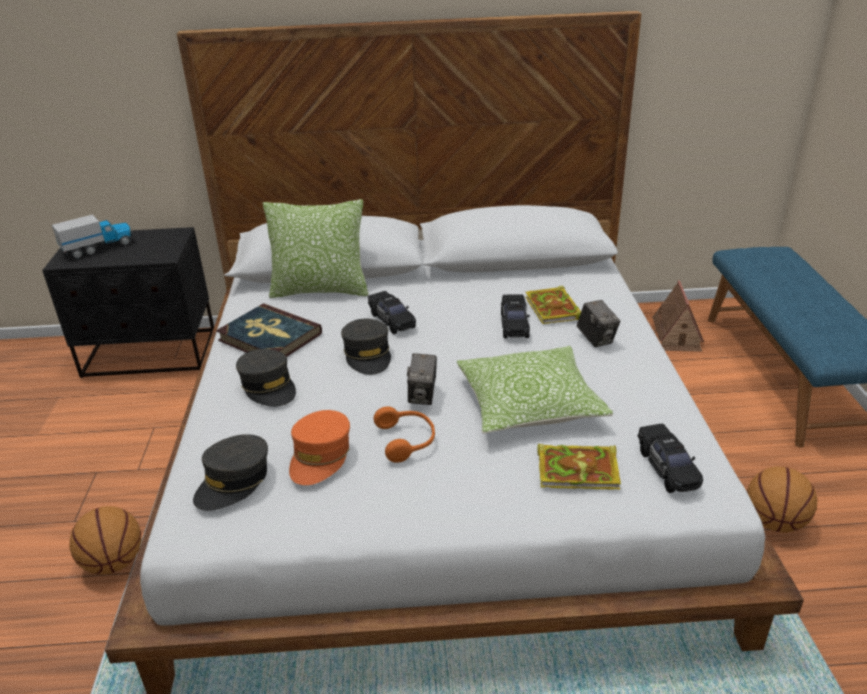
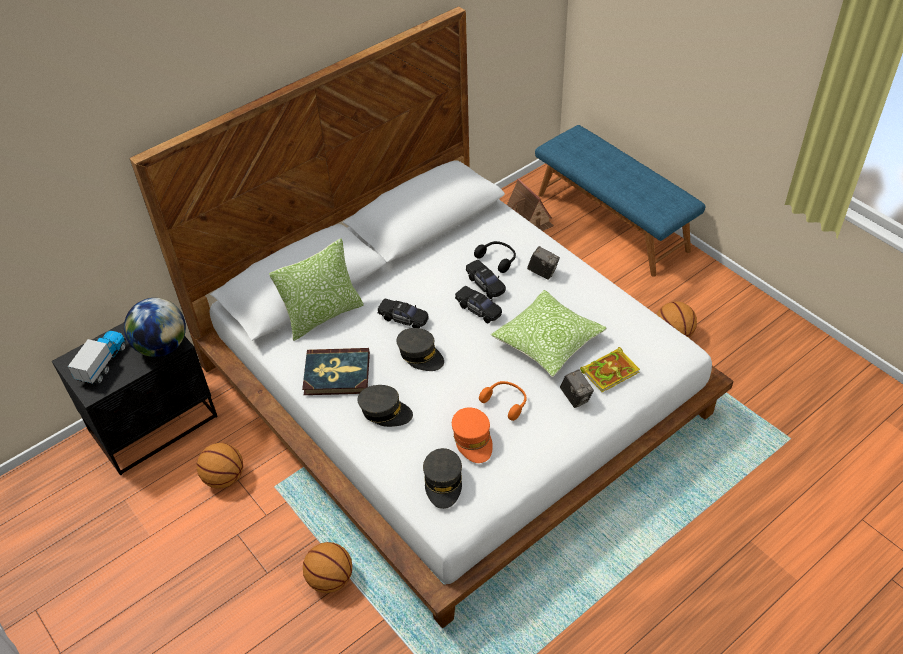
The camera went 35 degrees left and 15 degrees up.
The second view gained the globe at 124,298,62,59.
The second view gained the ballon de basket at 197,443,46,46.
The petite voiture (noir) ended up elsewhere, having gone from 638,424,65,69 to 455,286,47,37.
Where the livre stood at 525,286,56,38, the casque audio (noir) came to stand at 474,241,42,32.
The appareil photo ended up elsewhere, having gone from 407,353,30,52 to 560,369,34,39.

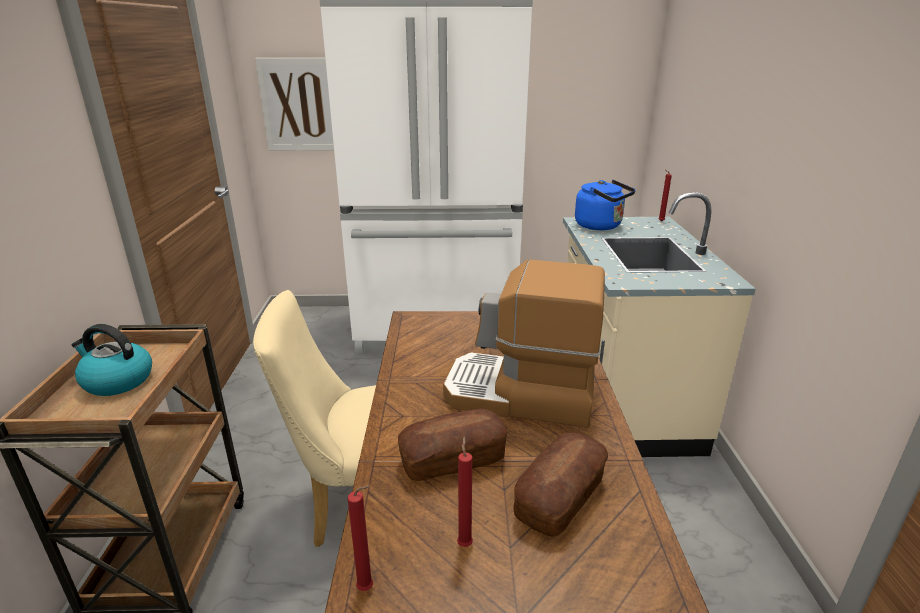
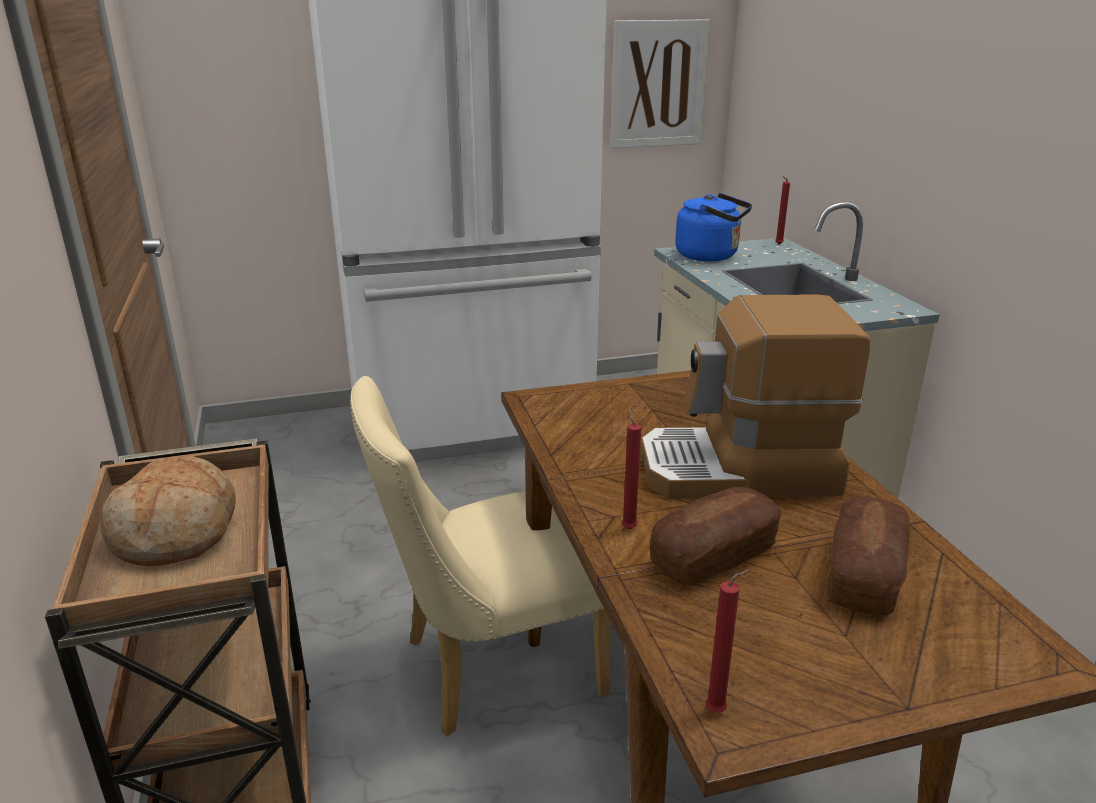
The camera went 15 degrees left and 0 degrees up.
Where the bouilloire stood at 71,324,81,72, the pain came to stand at 101,456,135,110.
The tableau ended up elsewhere, having gone from 255,58,79,93 to 610,19,100,130.
The bougie (rouge) ended up elsewhere, having gone from 457,437,16,110 to 621,408,20,121.

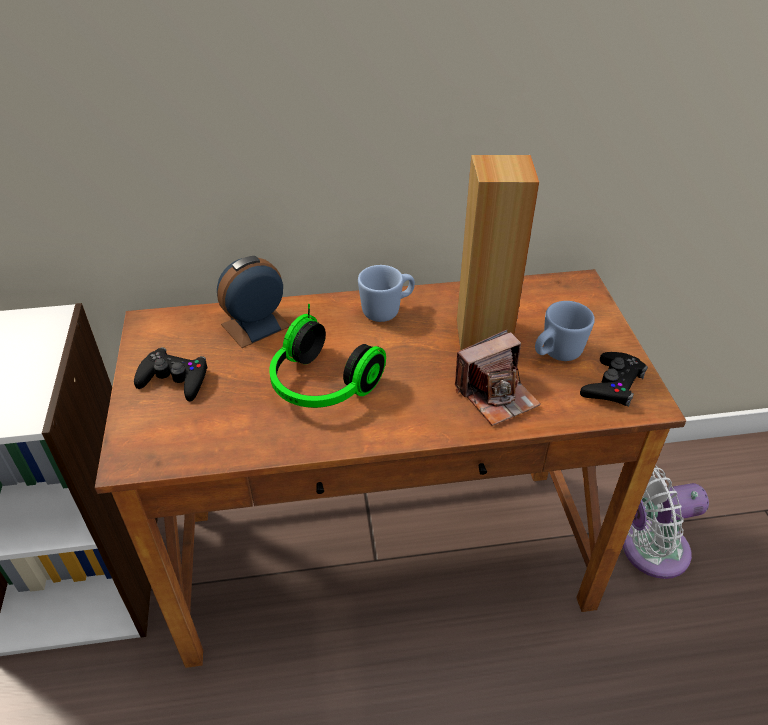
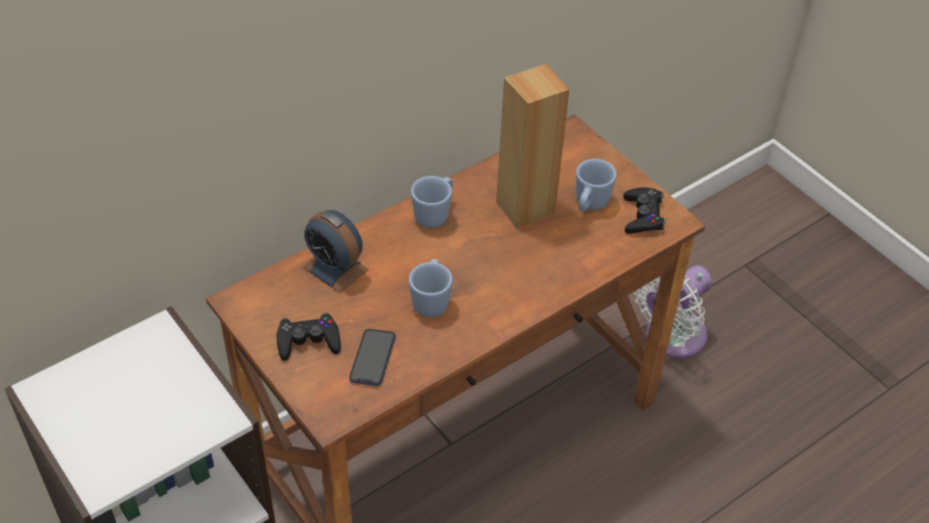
The camera went 30 degrees left and 5 degrees up.
The réveil at 217,256,73,92 ended up facing another way, 75 degrees counterclockwise from before.
The second view gained the téléphone at 349,329,47,57.
Where the casque audio stood at 269,304,117,104, the mug (bleu) came to stand at 409,259,44,58.
The second view lost the appareil photo at 455,330,86,96.

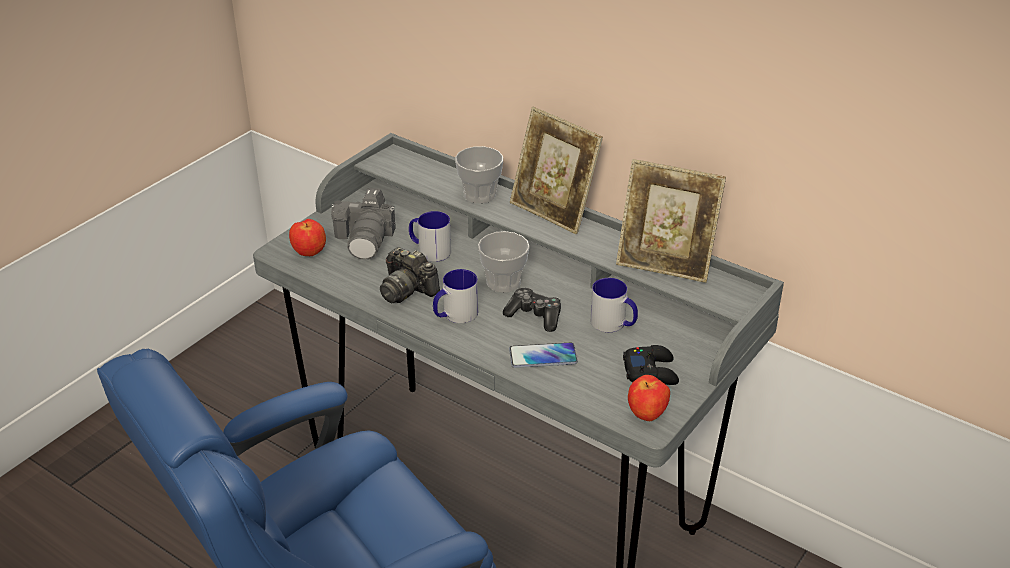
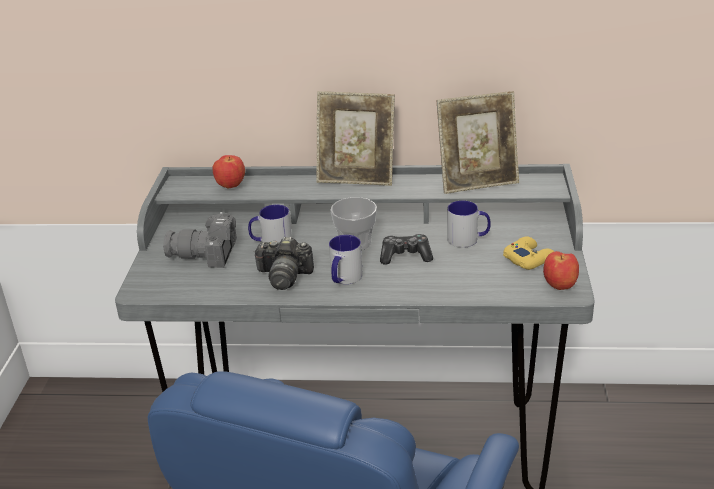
The camera went 30 degrees left and 5 degrees down.
The appareil photo at 331,188,65,71 ended up facing another way, 120 degrees clockwise from before.
The pomme ended up elsewhere, having gone from 289,219,37,37 to 213,155,32,34.
What was the manette (noir) at 623,345,56,40 turned into the manette (jaune) at 503,236,51,34.
The second view lost the tasse at 455,146,48,58.
The second view lost the téléphone at 509,342,69,26.

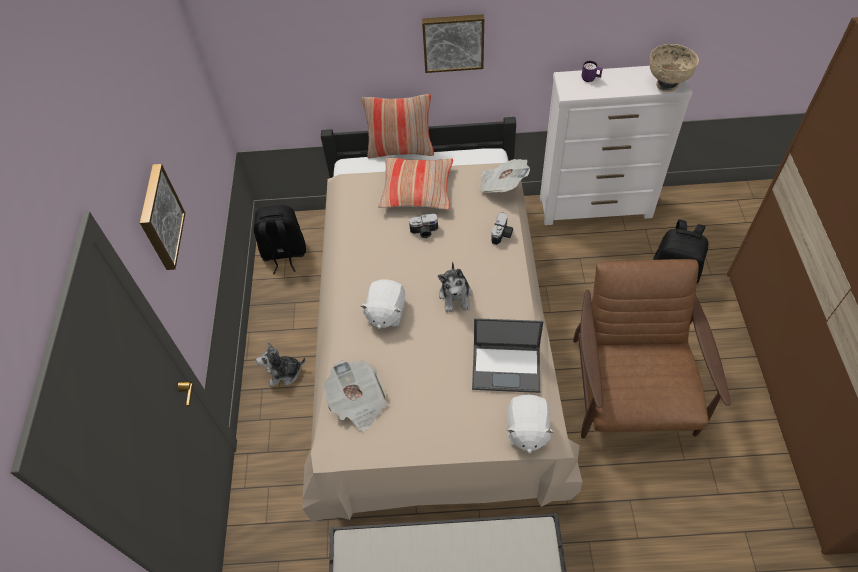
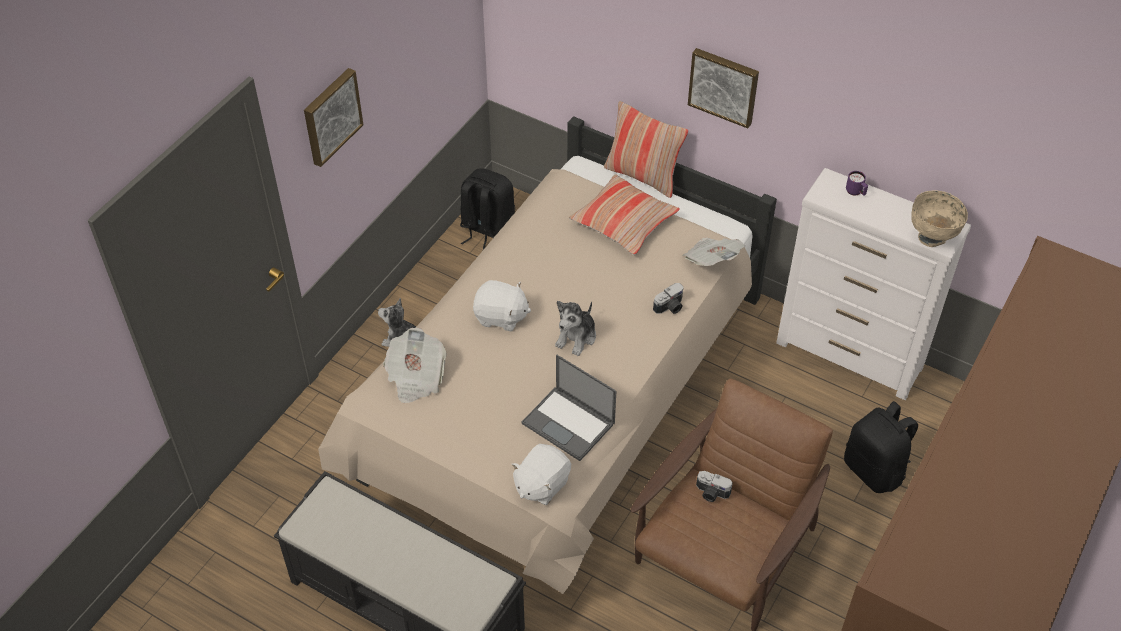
The camera went 30 degrees right and 5 degrees down.
The peluche (blanc) at 360,279,45,50 ended up facing another way, 120 degrees counterclockwise from before.
The appareil photo ended up elsewhere, having gone from 409,213,29,25 to 696,471,37,31.

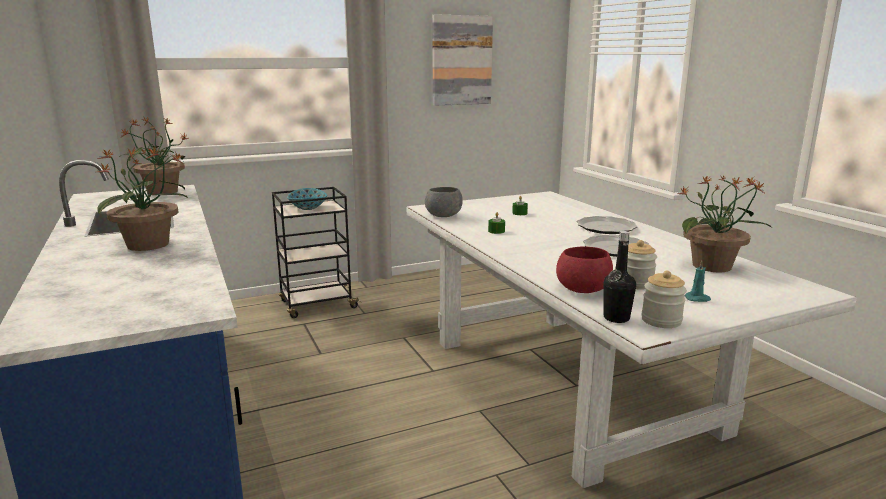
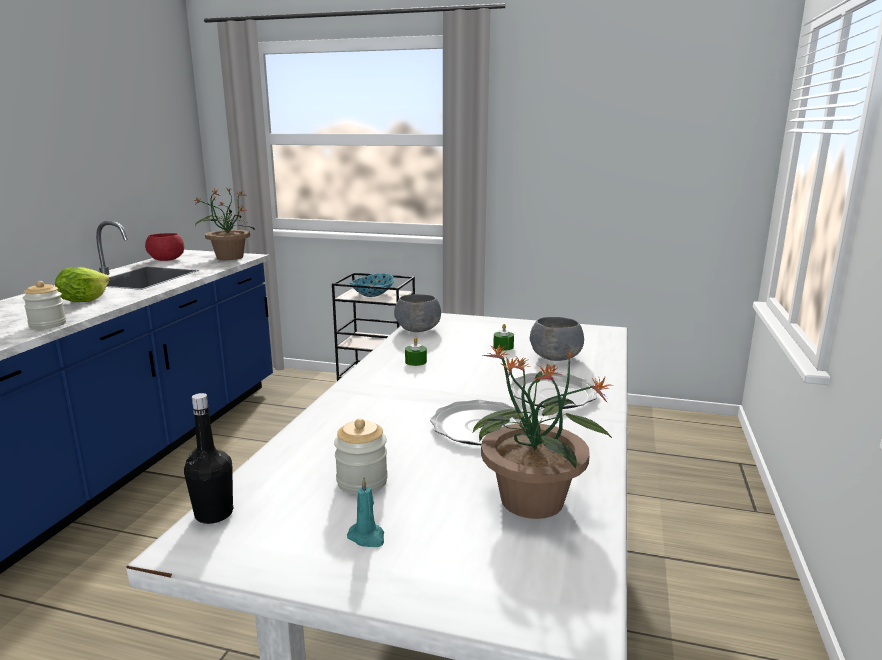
The camera went 40 degrees right and 0 degrees up.
The bocal ended up elsewhere, having gone from 642,270,45,58 to 23,281,43,48.
Where the plante en pot stood at 97,148,91,103, the laitue came to stand at 55,267,55,35.
The bol (rouge) ended up elsewhere, having gone from 556,246,57,47 to 145,233,39,28.
The second view gained the bol (gris) at 530,317,54,44.
The second view lost the tableau at 432,14,61,92.

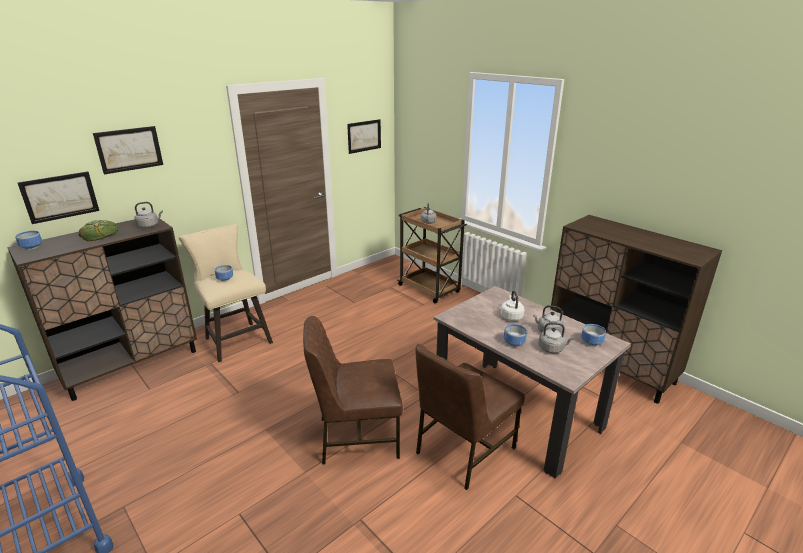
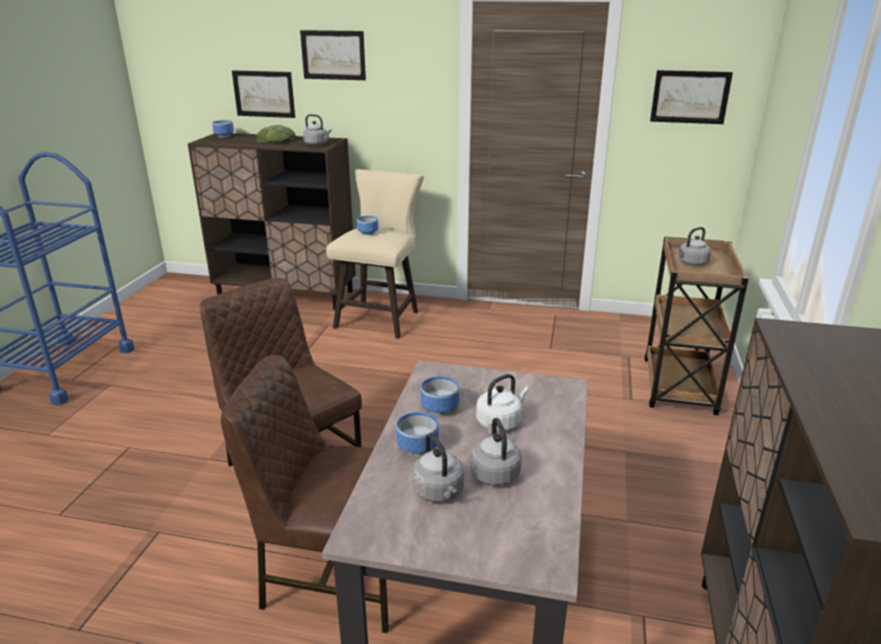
The camera went 55 degrees right and 0 degrees up.
The bol ended up elsewhere, having gone from 581,324,25,22 to 421,376,38,39.

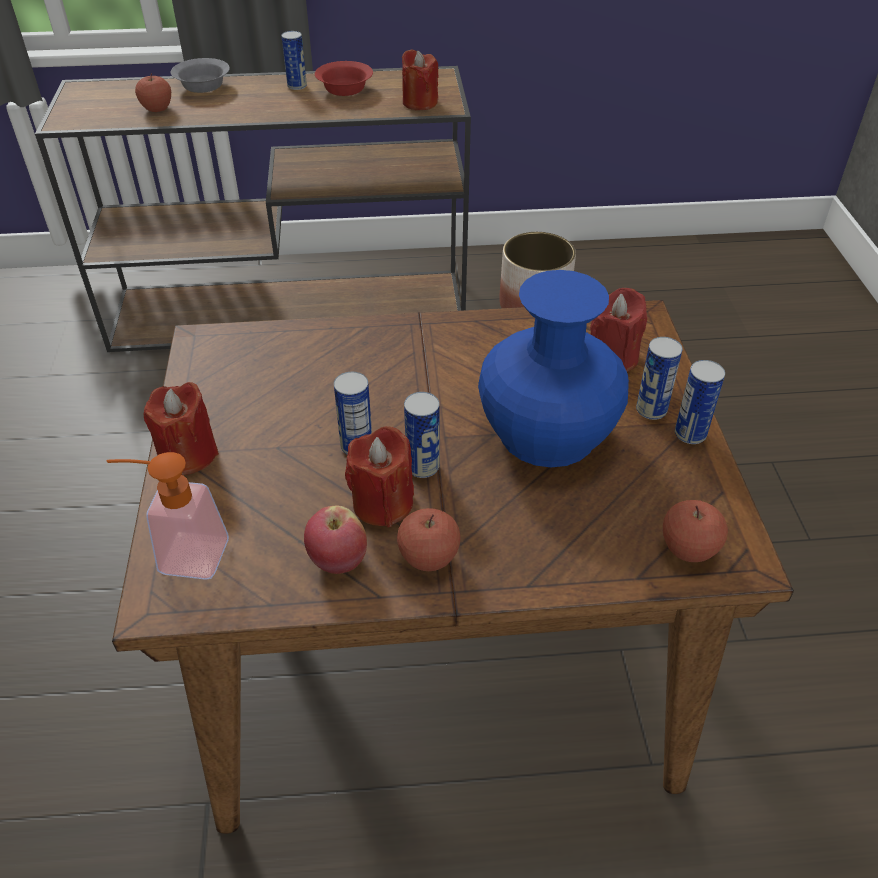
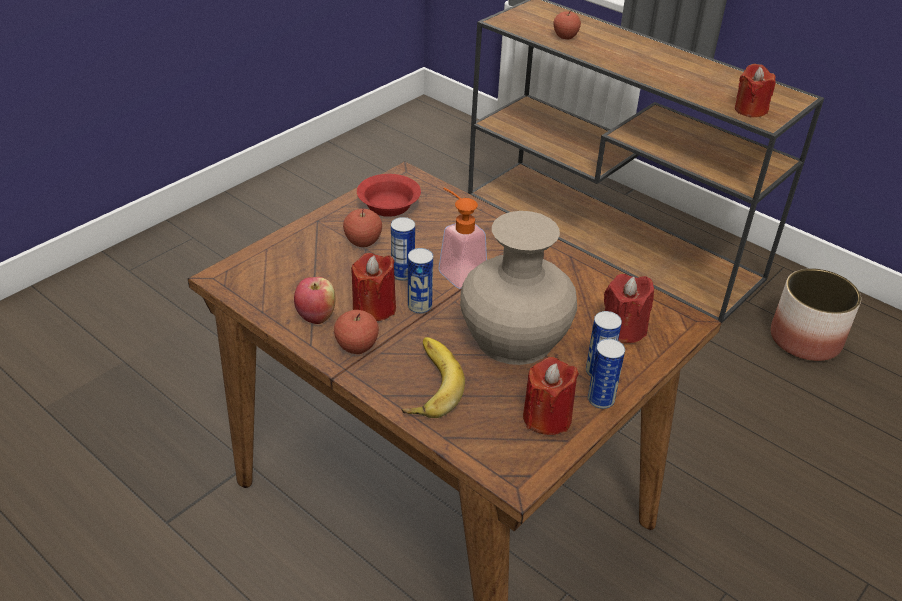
The camera went 45 degrees right and 5 degrees down.
The pomme ended up elsewhere, having gone from 663,500,65,62 to 343,209,39,38.
The bol (rouge) ended up elsewhere, having gone from 315,61,58,35 to 357,174,64,43.
The second view gained the banane at 401,337,64,81.
The distributeur de savon ended up elsewhere, having gone from 106,452,123,128 to 438,188,49,101.
What was the vase (bleu) at 478,270,151,197 turned into the vase (beige) at 460,211,117,154.
The bougie (rouge) ended up elsewhere, having gone from 144,382,75,93 to 523,357,56,78.
The second view lost the bol (gris) at 171,58,59,35.
The second view lost the boîte métallique at 281,31,26,59.

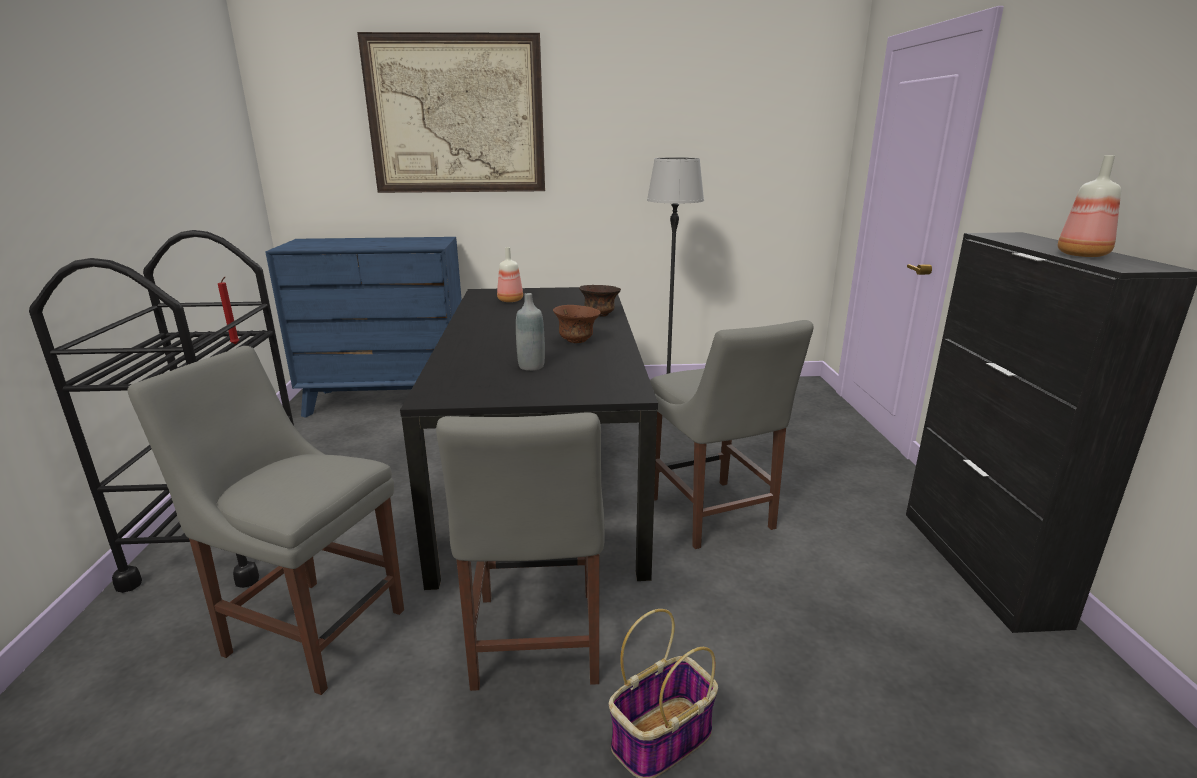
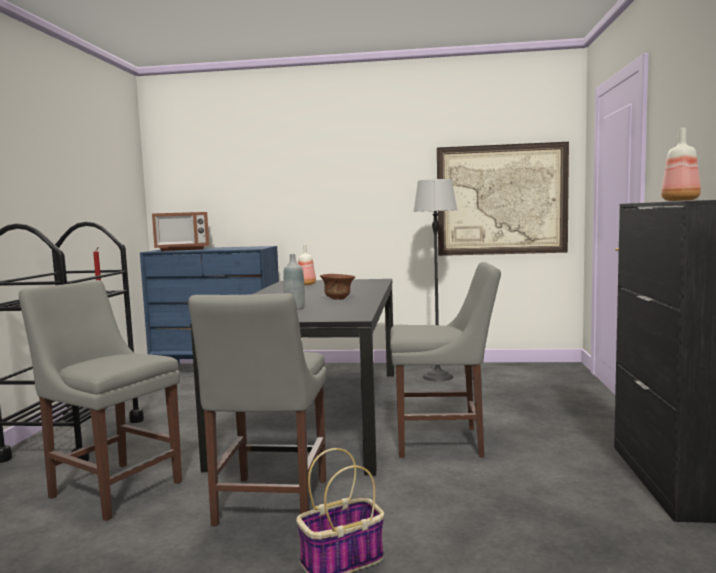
The camera went 10 degrees right and 15 degrees down.
The second view gained the micro-ondes at 152,212,57,39.
The chaise (gris) at 650,320,164,229 ended up facing another way, 75 degrees counterclockwise from before.
The tableau ended up elsewhere, having gone from 357,32,188,161 to 437,142,132,114.
The second view lost the bol (marron) at 579,285,42,32.

